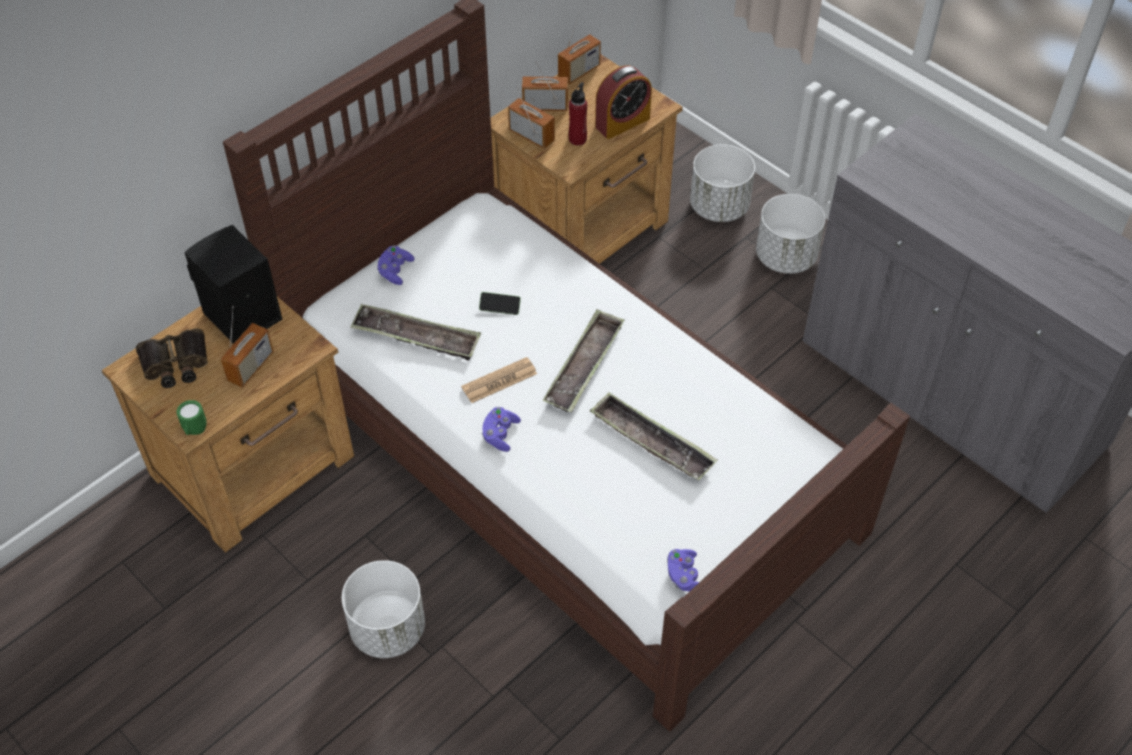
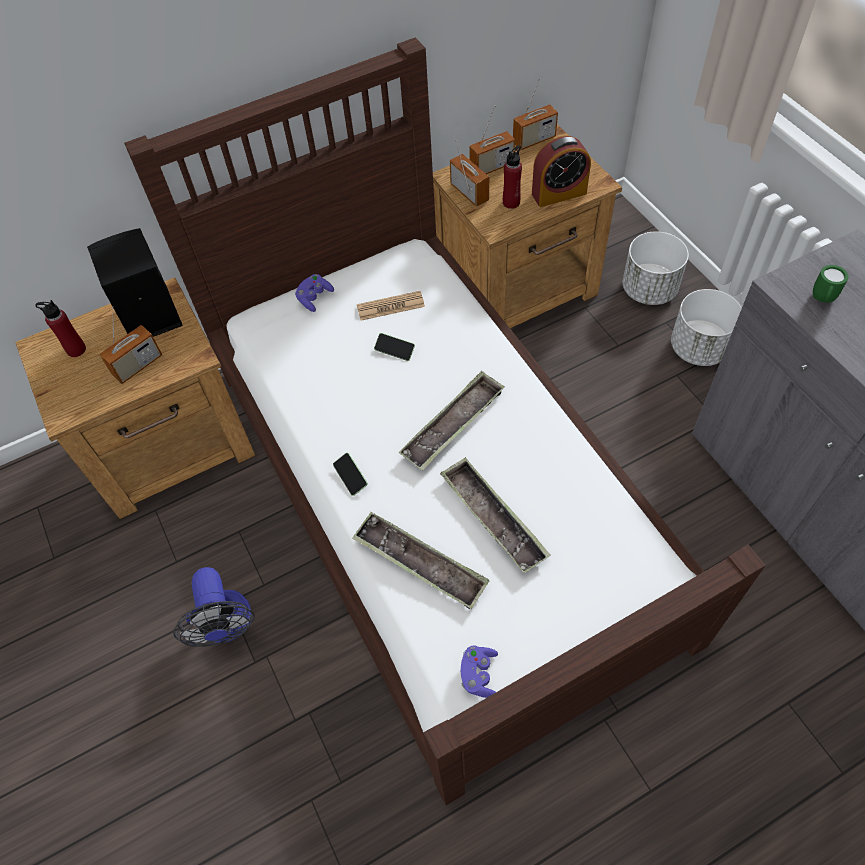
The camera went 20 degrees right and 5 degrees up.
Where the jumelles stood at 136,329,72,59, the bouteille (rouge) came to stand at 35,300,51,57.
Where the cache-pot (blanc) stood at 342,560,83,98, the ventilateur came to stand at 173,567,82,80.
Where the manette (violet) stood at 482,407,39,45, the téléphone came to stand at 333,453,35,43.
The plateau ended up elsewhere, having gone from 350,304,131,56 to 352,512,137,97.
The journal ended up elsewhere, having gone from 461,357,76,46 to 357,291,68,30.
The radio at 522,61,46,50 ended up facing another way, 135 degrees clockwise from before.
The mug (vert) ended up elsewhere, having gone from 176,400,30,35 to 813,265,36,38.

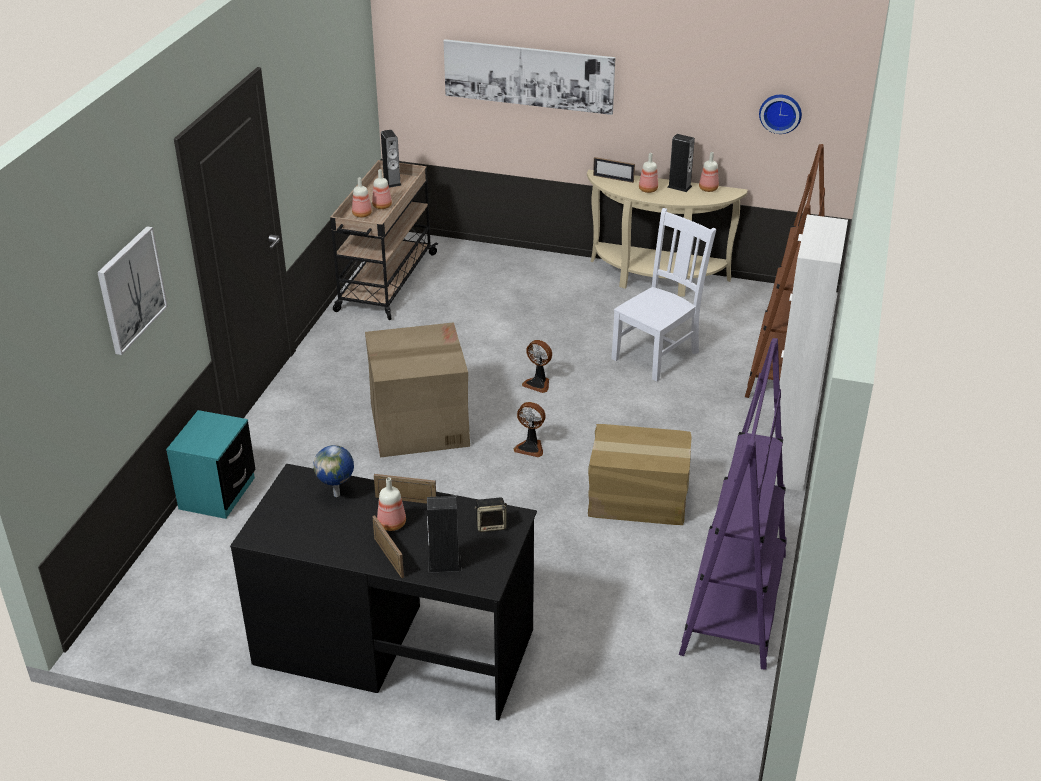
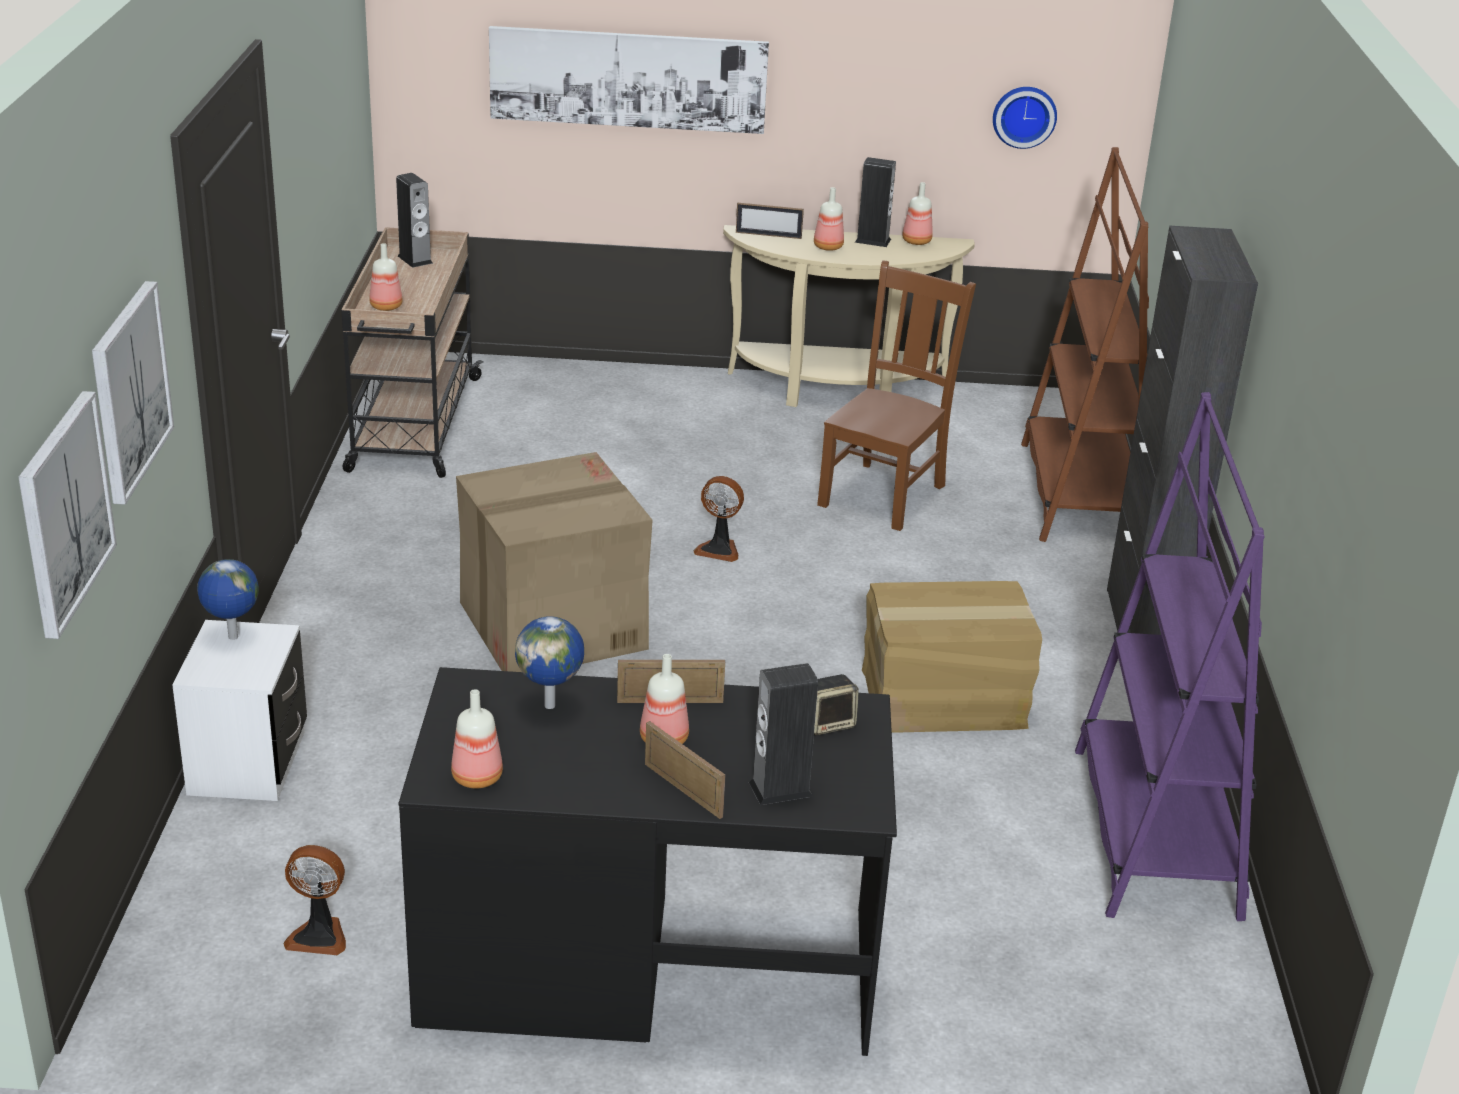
The camera went 15 degrees left and 5 degrees down.
The second view gained the tableau at 19,391,98,248.
What was the table de chevet (turquoise) at 166,410,90,109 turned into the table de chevet (blanc) at 172,620,135,181.
The second view gained the globe at 197,559,62,81.
The ventilateur ended up elsewhere, having gone from 513,402,33,55 to 284,845,62,110.
The bouteille ended up elsewhere, having gone from 372,169,20,40 to 451,689,52,99.
What was the chaise (blanc) at 611,208,105,174 turned into the chaise (marron) at 817,260,159,271.
What was the meuble de rangement (blanc) at 773,214,75,277 turned into the meuble de rangement (noir) at 1107,226,151,409.

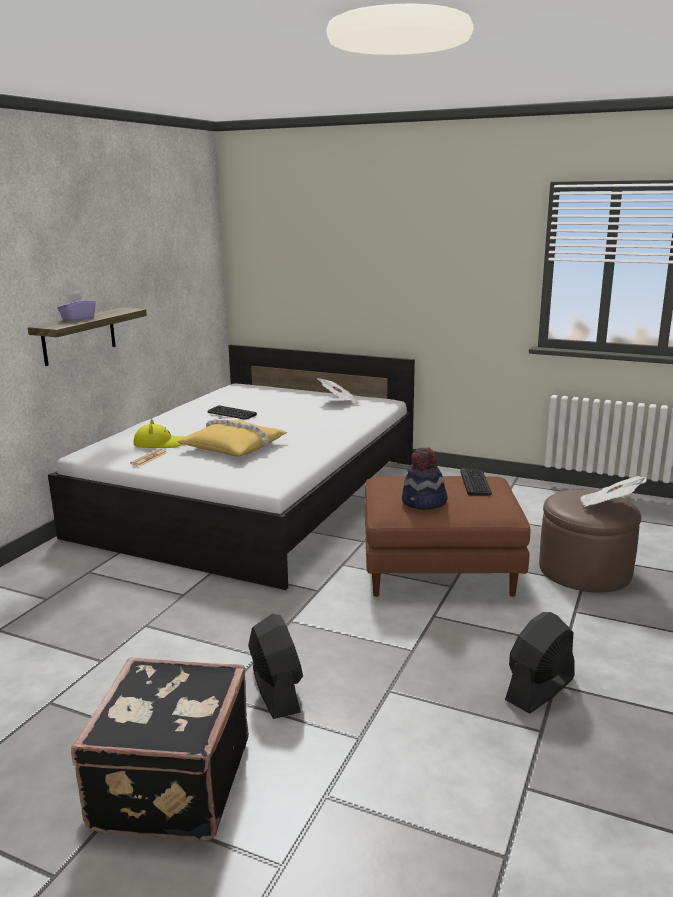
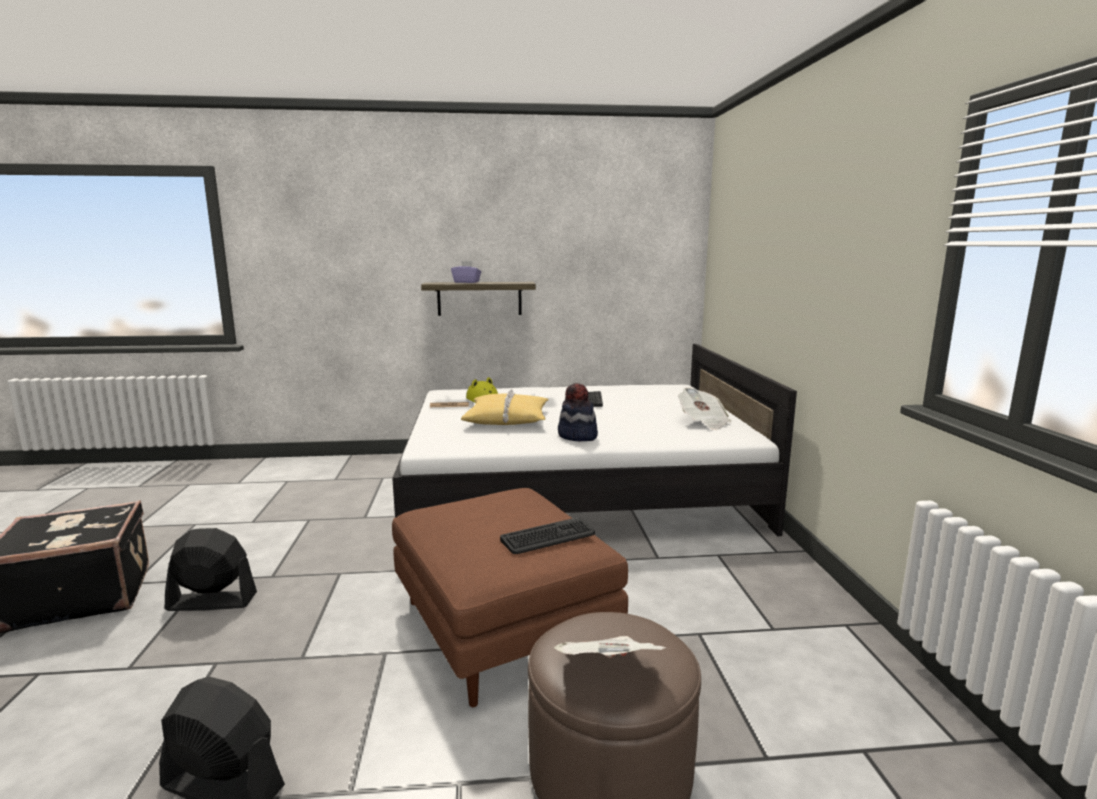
The camera went 60 degrees right and 5 degrees down.
The ventilateur (noir) at 248,614,55,105 ended up facing another way, 135 degrees counterclockwise from before.
The chapeau ended up elsewhere, having gone from 402,447,46,63 to 558,383,40,58.

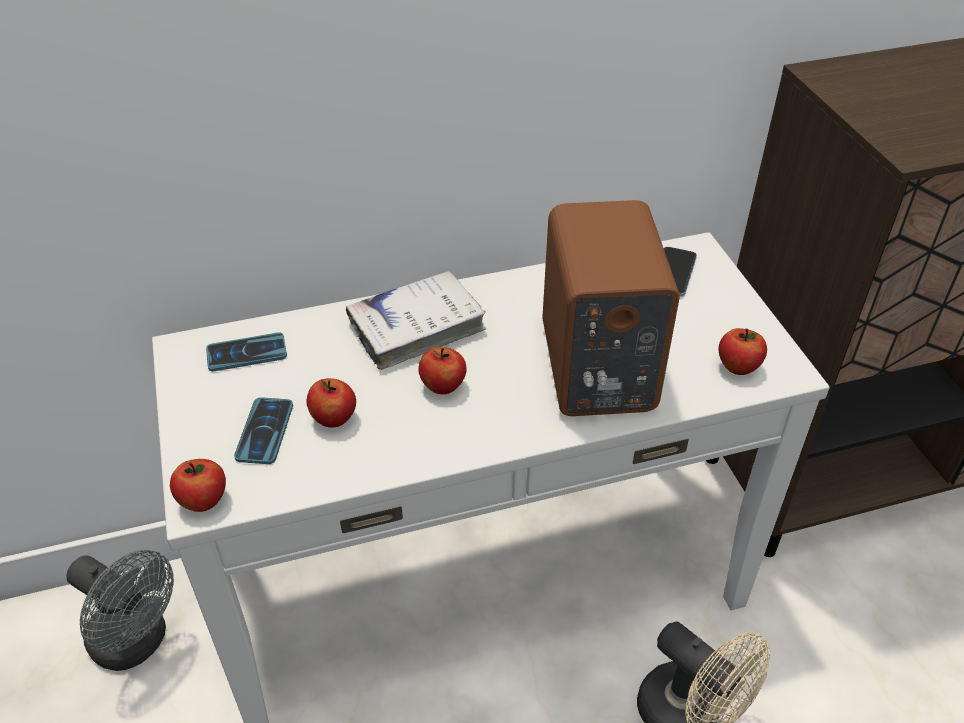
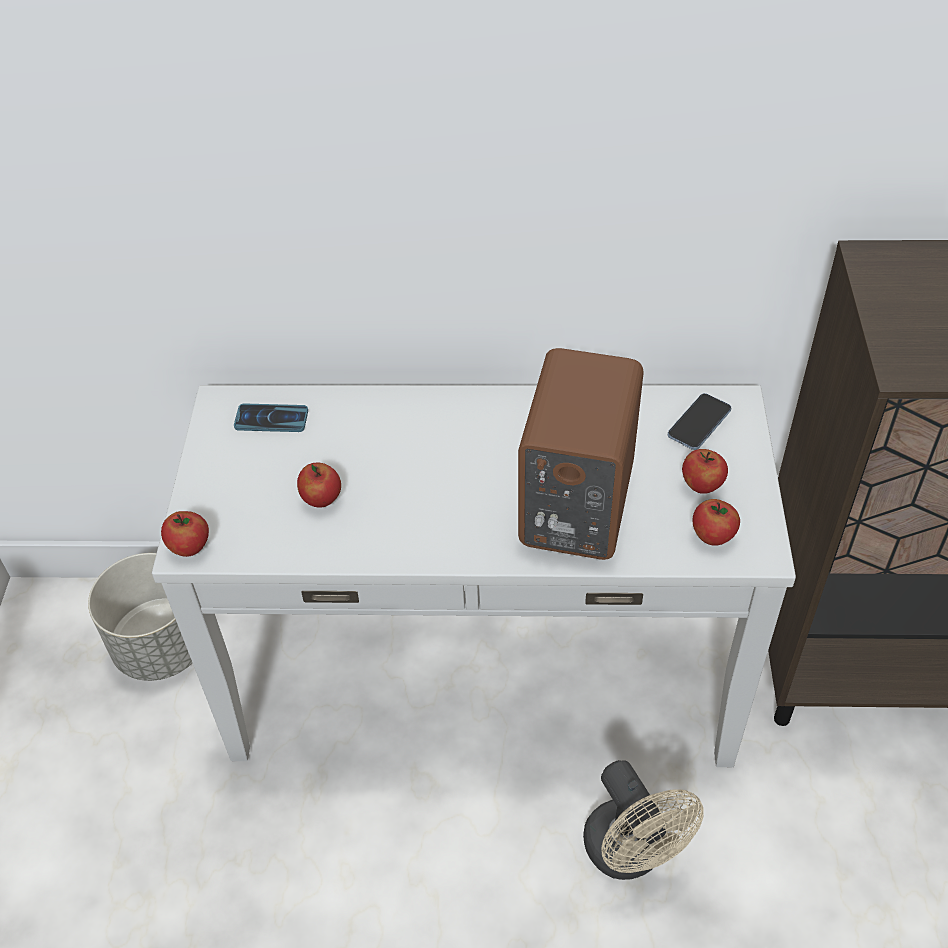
The camera went 20 degrees right and 5 degrees up.
Where the ventilateur (gris) stood at 66,550,108,121, the cache-pot (gris) came to stand at 88,553,104,128.
The pomme ended up elsewhere, having gone from 418,347,49,47 to 682,449,46,45.
The second view lost the téléphone at 234,397,59,67.
The second view lost the livre (blanc) at 346,270,141,100.

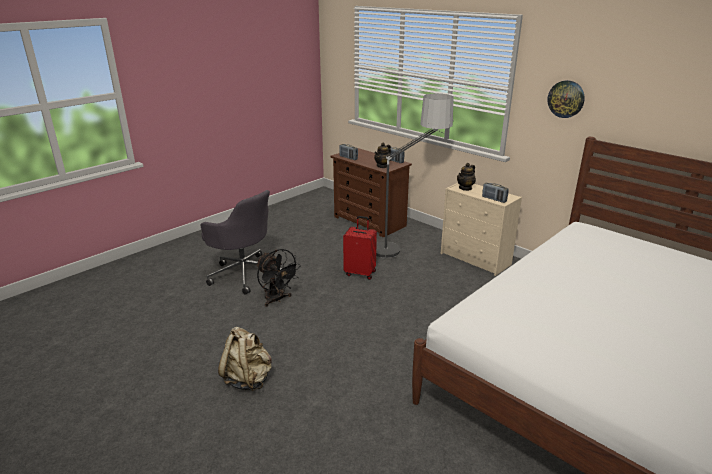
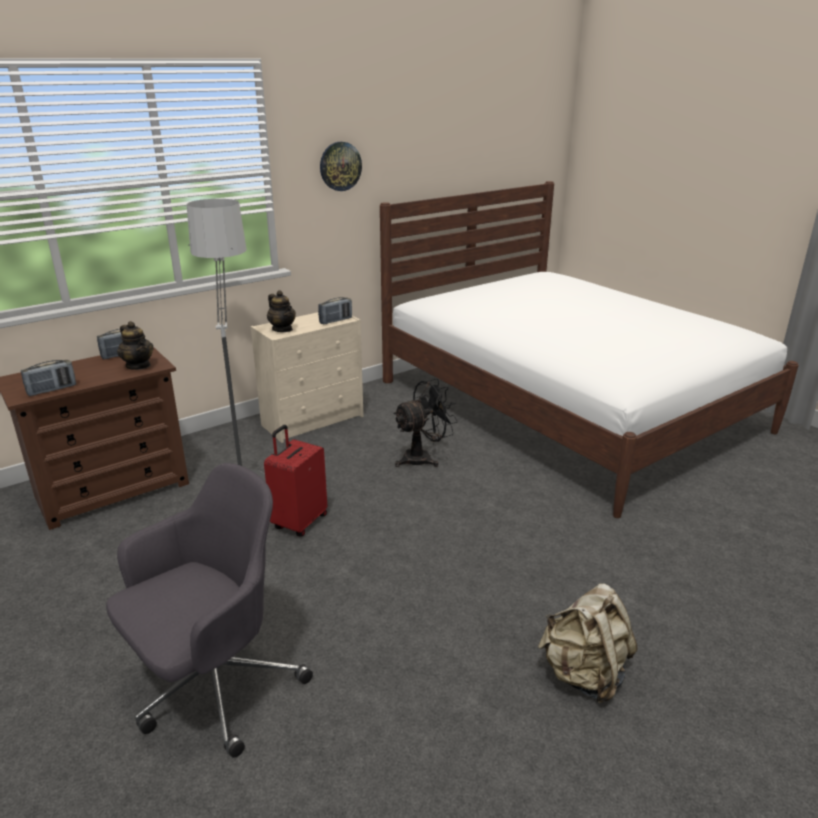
The camera went 80 degrees left and 0 degrees up.
The ventilateur (noir) ended up elsewhere, having gone from 256,249,45,58 to 393,379,65,88.

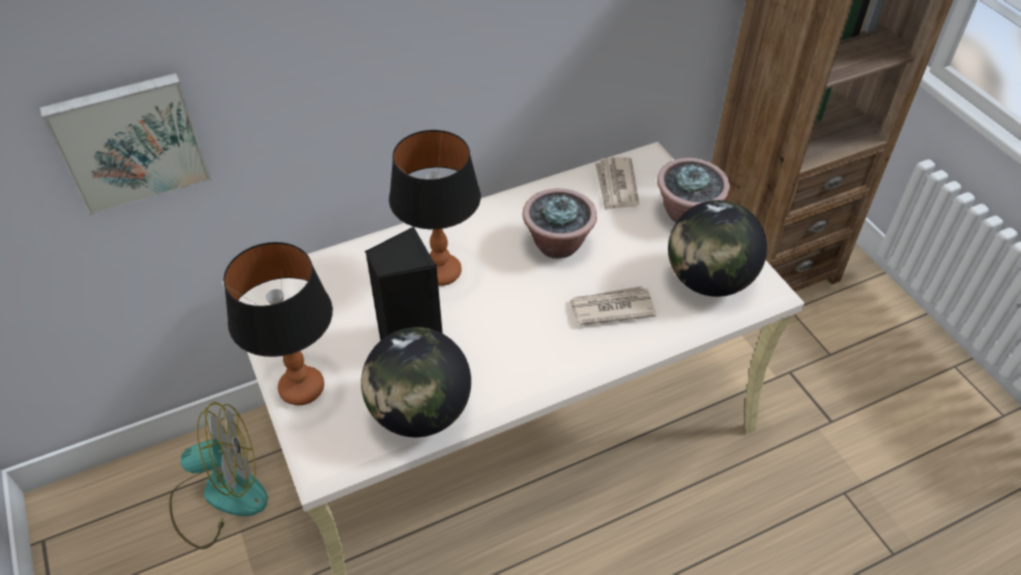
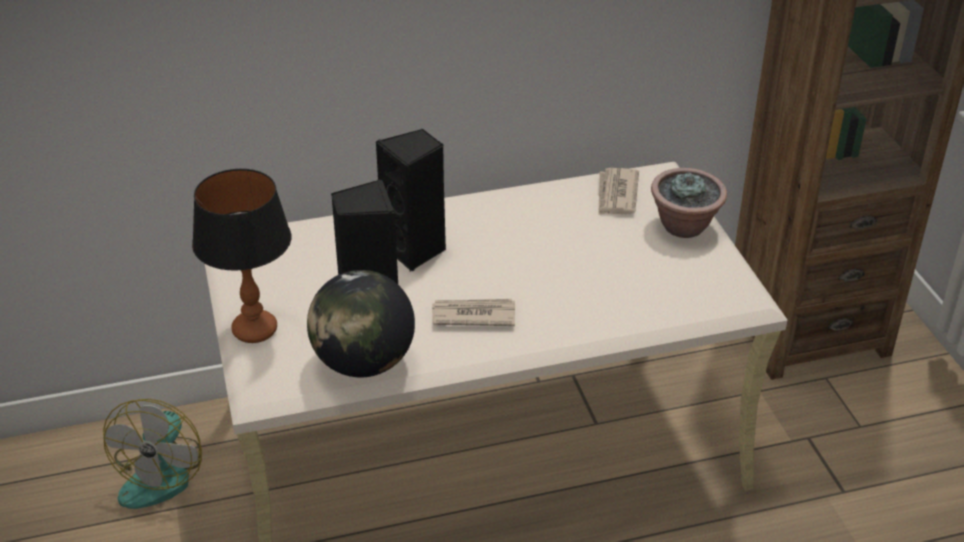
The camera went 10 degrees right and 10 degrees down.
The ventilateur at 169,402,99,147 ended up facing another way, 105 degrees clockwise from before.
Where the lampe de table stood at 389,130,92,156, the enceinte (noir) came to stand at 376,129,70,142.
The journal ended up elsewhere, having gone from 569,286,87,39 to 432,299,83,27.
The second view lost the tableau at 40,73,172,143.
The second view lost the plante en pot at 522,189,75,70.
The second view lost the globe at 668,200,99,97.

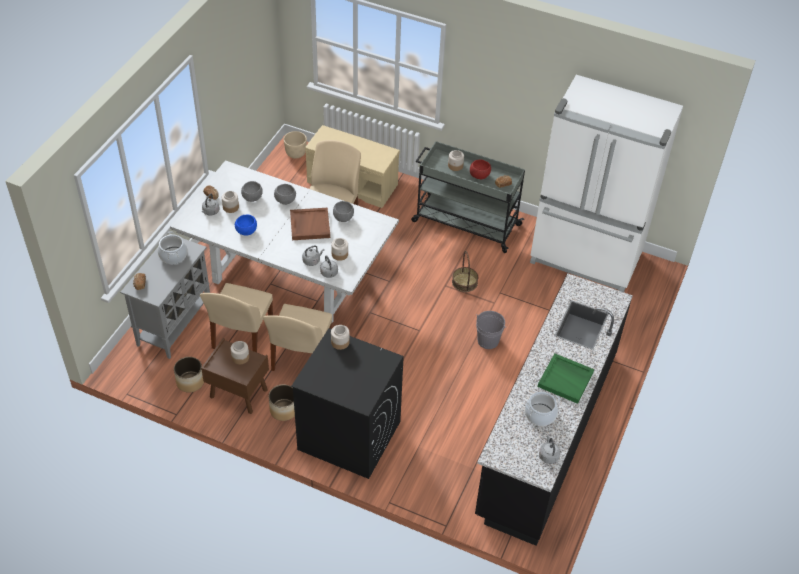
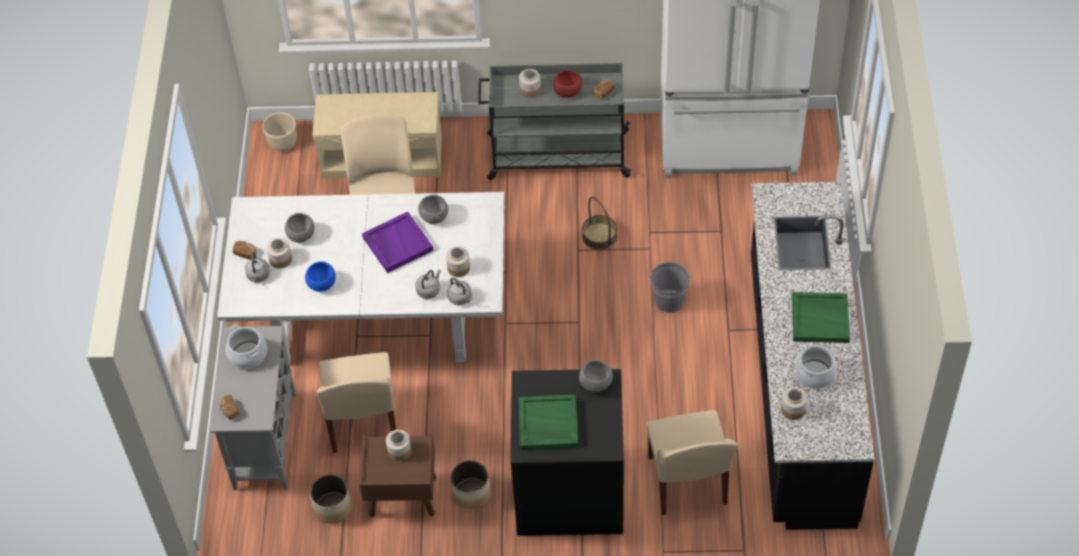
The camera went 20 degrees left and 5 degrees up.
What was the plateau (marron) at 290,208,40,32 turned into the plateau (violet) at 362,212,72,61.
The second view gained the plateau (vert) at 519,394,59,56.
The bol (gris) ended up elsewhere, having gone from 274,184,22,21 to 579,360,34,32.
The chaise (beige) ended up elsewhere, having gone from 263,304,69,67 to 647,410,91,105.
The bocal ended up elsewhere, having gone from 331,325,19,25 to 781,387,26,33.
The second view lost the bouilloire (gris) at 539,435,21,29.

